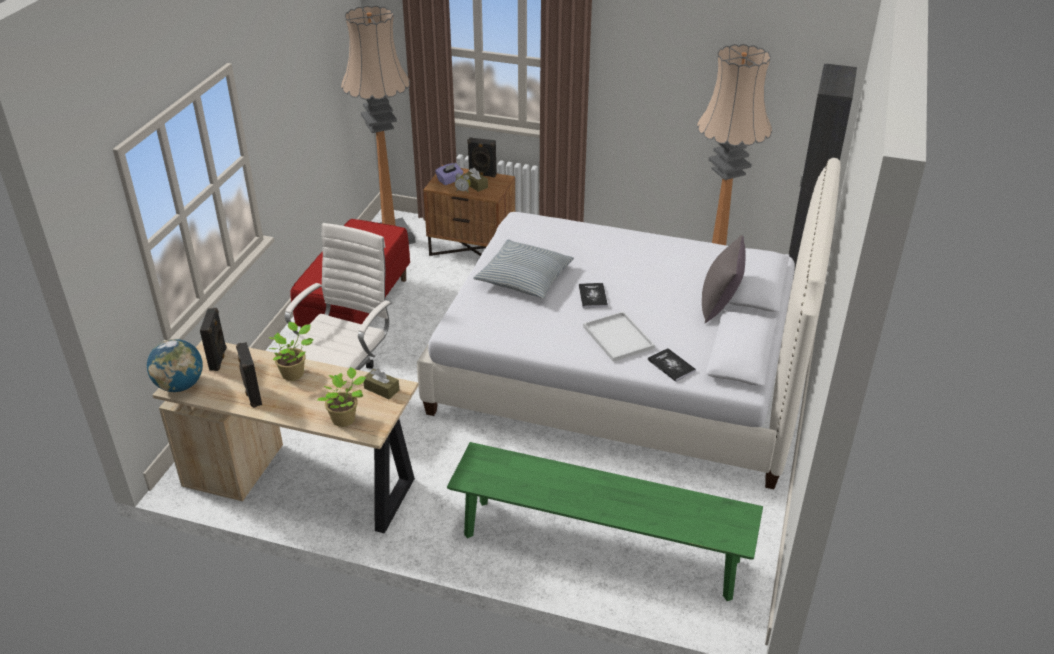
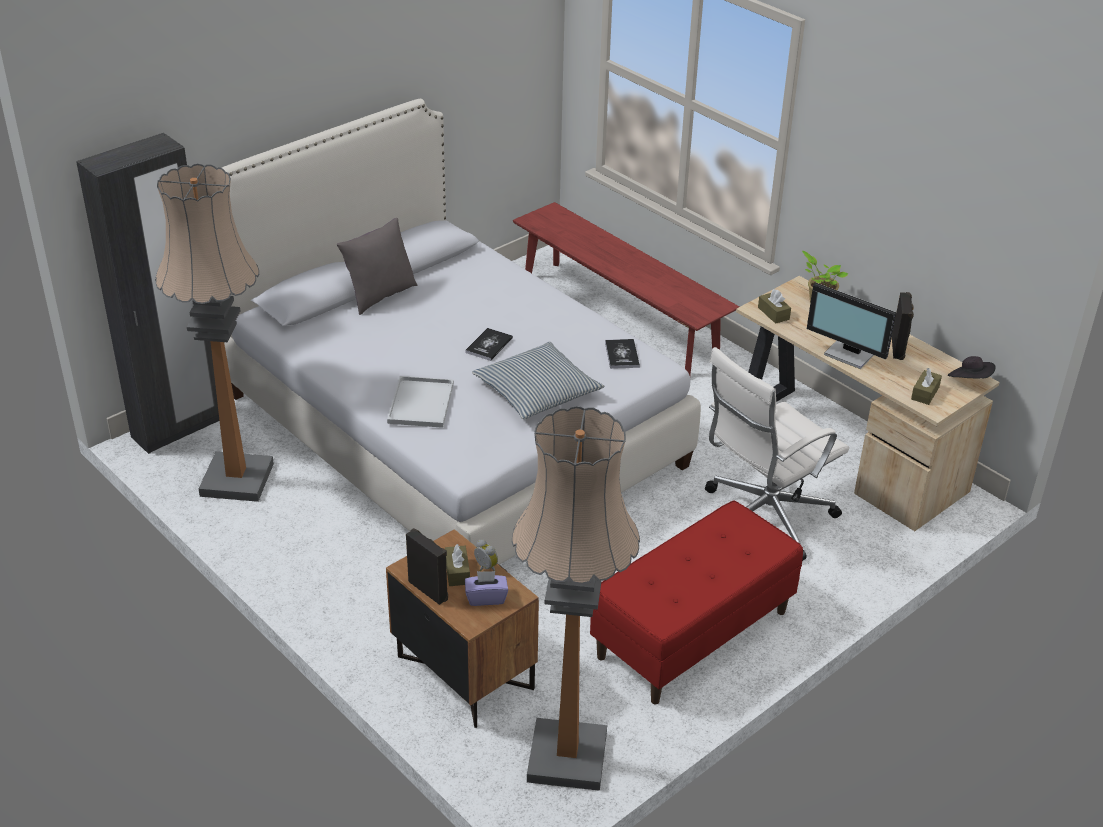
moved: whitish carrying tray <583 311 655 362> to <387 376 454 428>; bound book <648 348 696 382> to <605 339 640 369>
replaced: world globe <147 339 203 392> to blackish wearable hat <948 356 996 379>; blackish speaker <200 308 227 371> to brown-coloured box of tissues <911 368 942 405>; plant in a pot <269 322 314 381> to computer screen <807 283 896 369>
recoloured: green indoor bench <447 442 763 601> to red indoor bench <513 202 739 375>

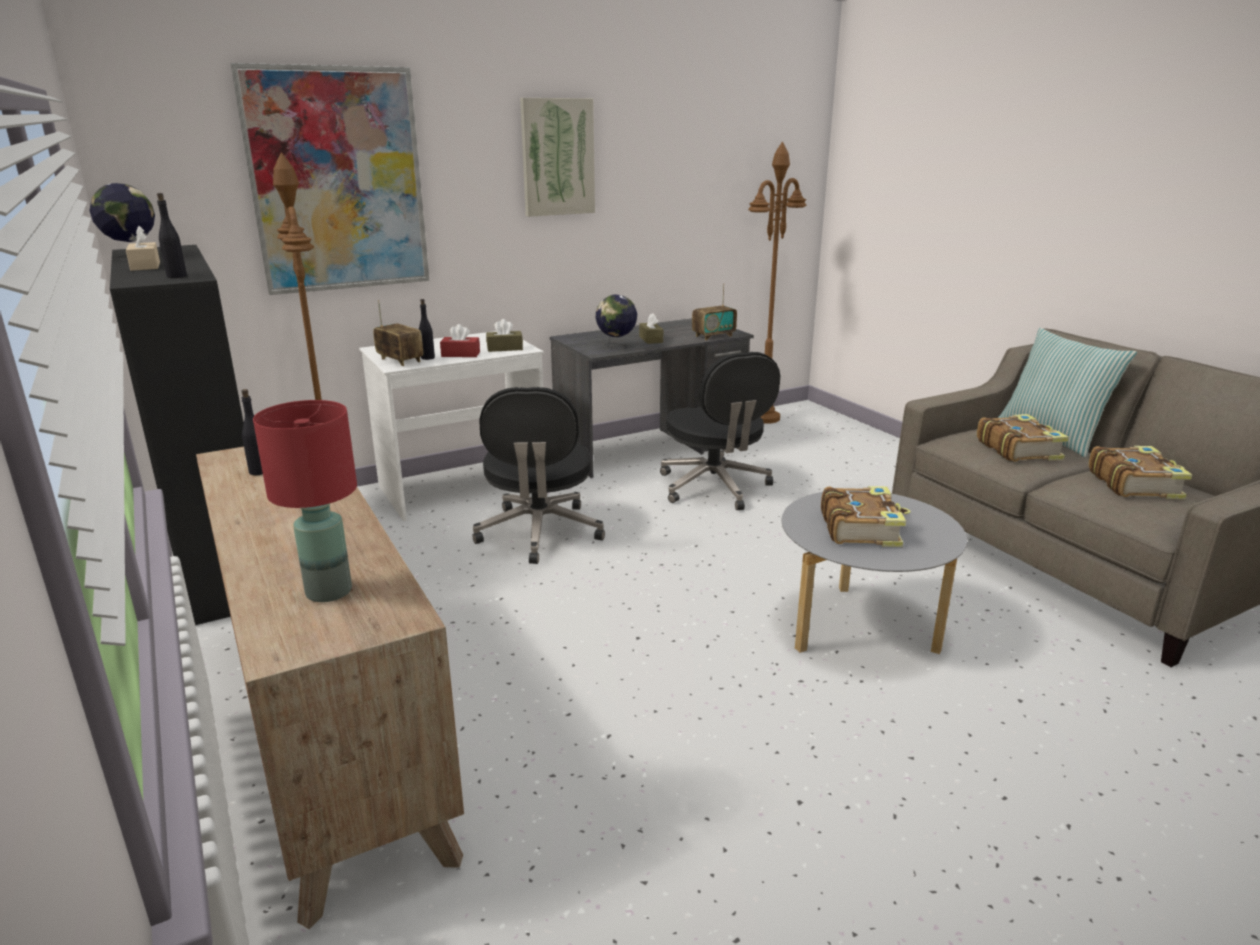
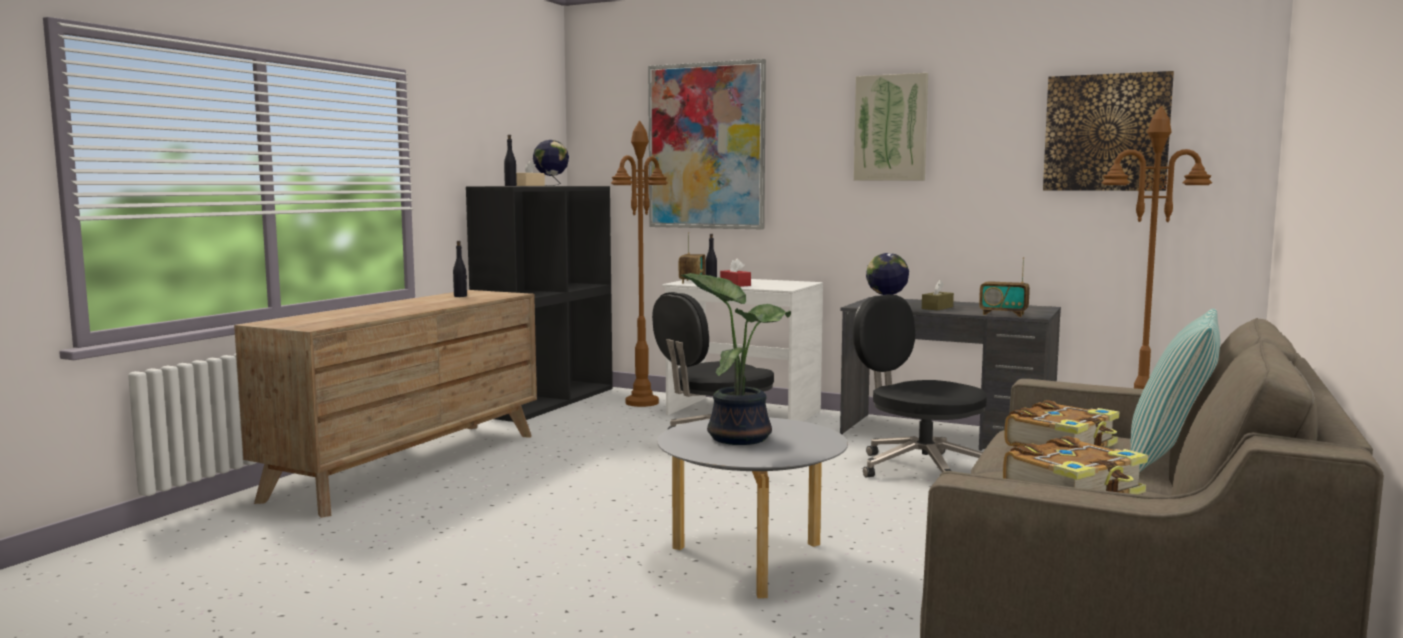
removed: red lamp for a table <253 400 357 602>; brown-coloured box of tissues <486 319 523 352>
added: picture <1043 71 1174 191>
replaced: bound book <821 486 911 547> to plant in a pot <681 273 791 445>
turned: blackish computer chair <660 352 780 510> = <853 294 987 478> 105 degrees clockwise

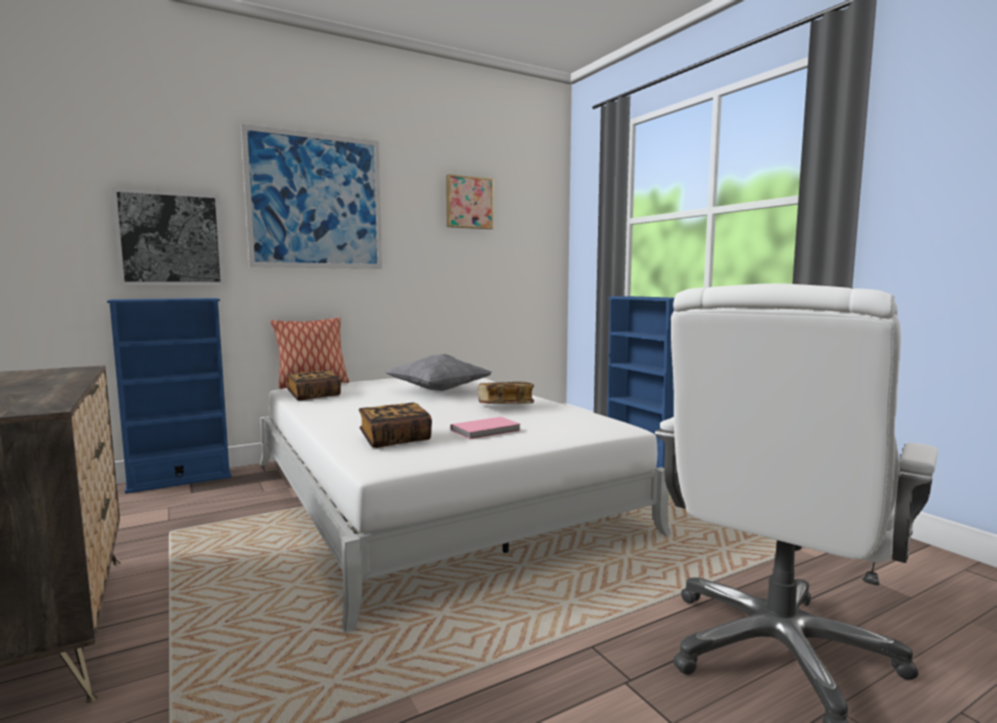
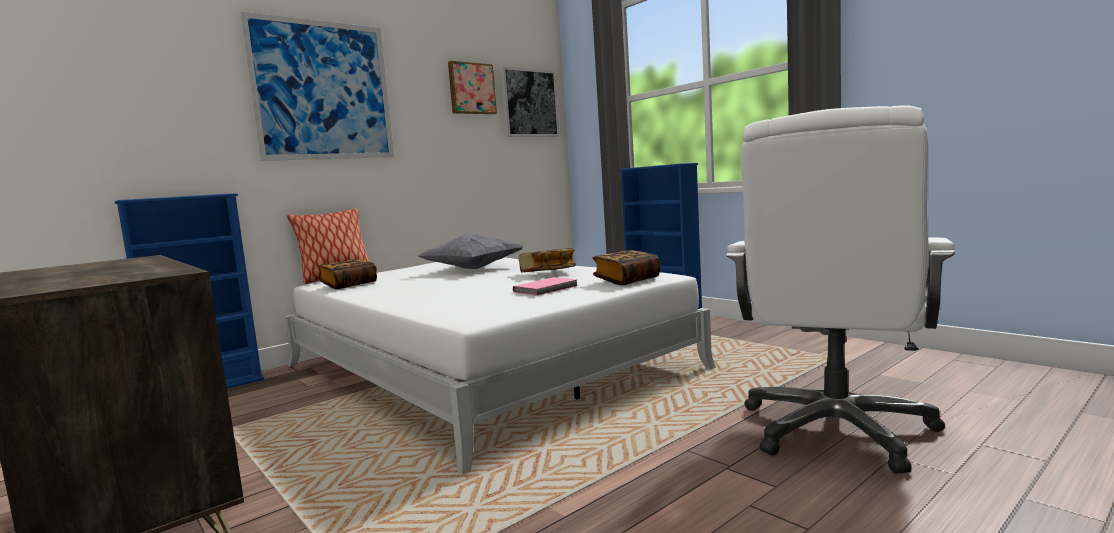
moved: picture <112 188 225 285> to <500 67 560 137>; bound book <359 403 432 448> to <593 250 660 285>

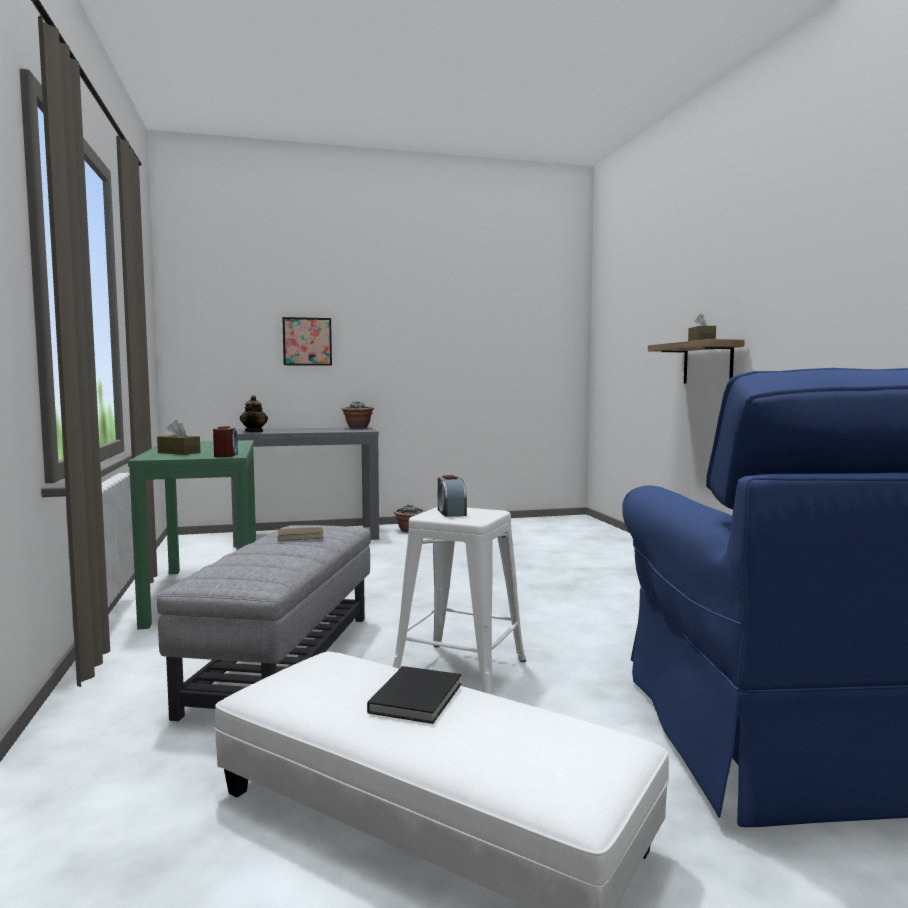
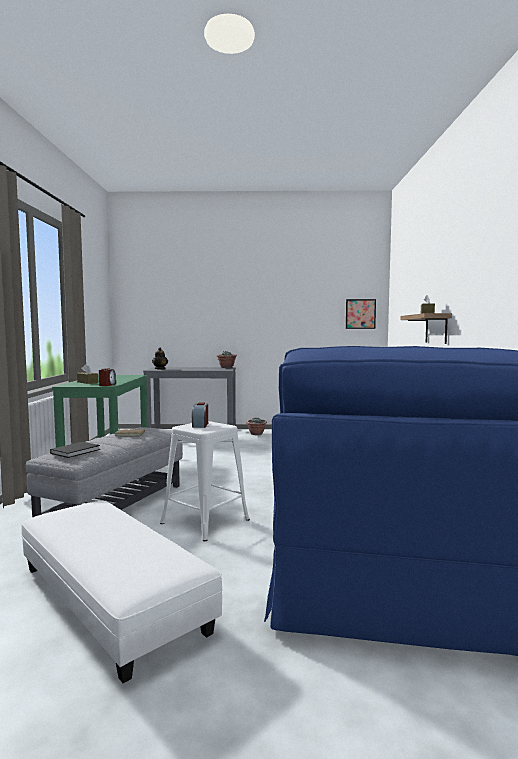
moved: picture <282 317 332 366> to <346 299 376 329>; blackish bound book <367 666 461 724> to <50 442 100 458>

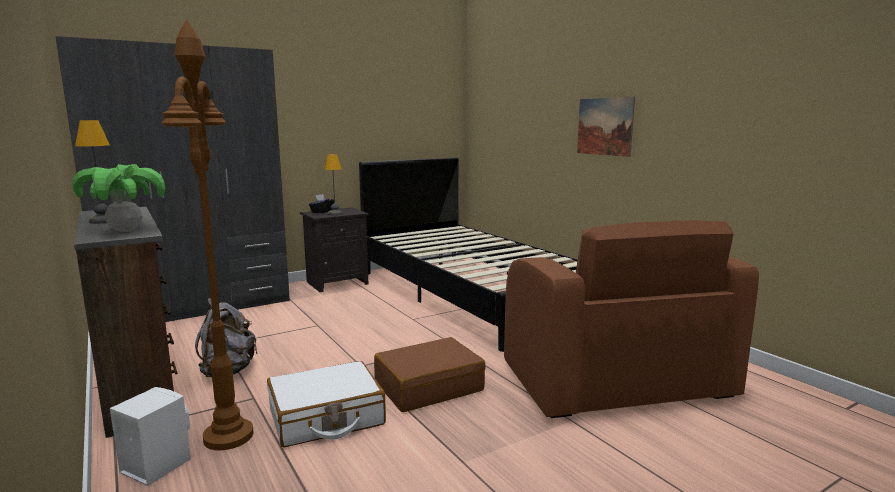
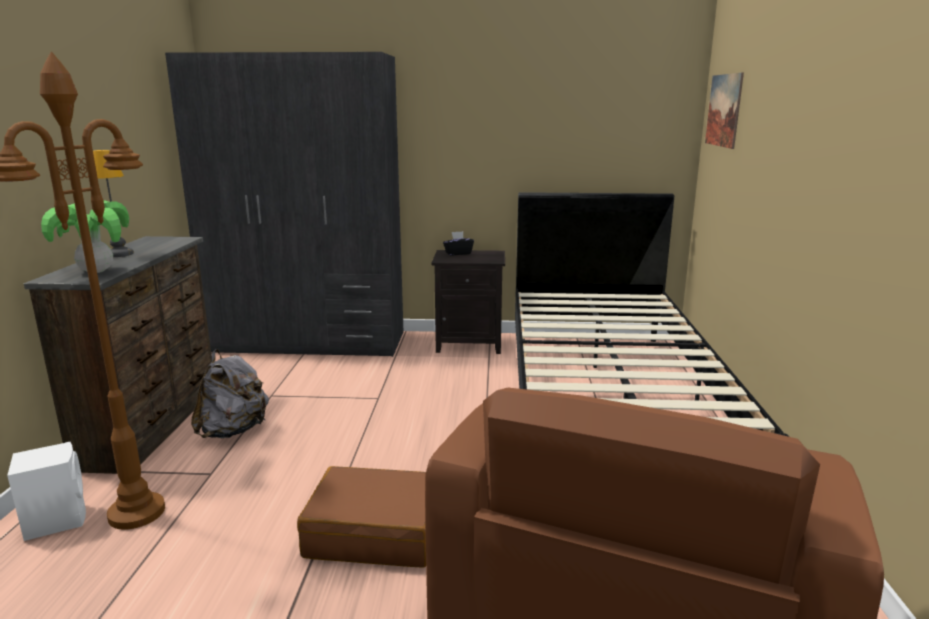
removed: whitish travel case <267 361 386 447>; lamp for a table <324 154 342 215>
moved: picture <577 97 635 157> to <705 72 744 149>

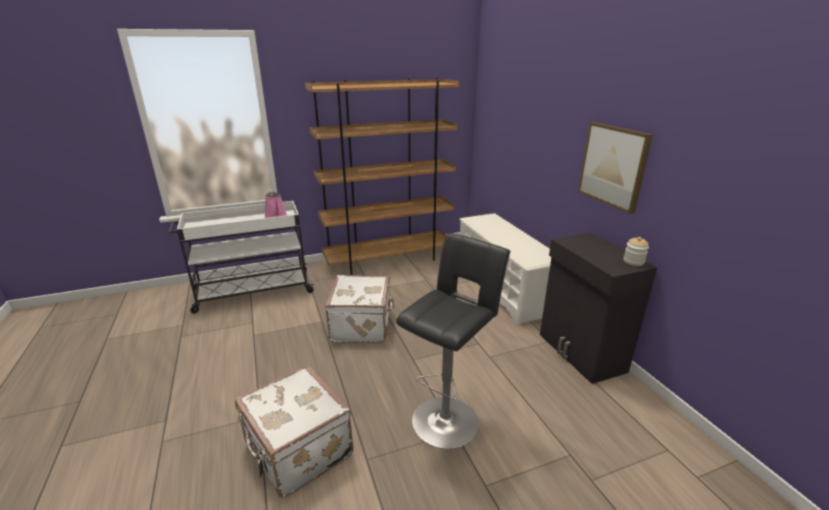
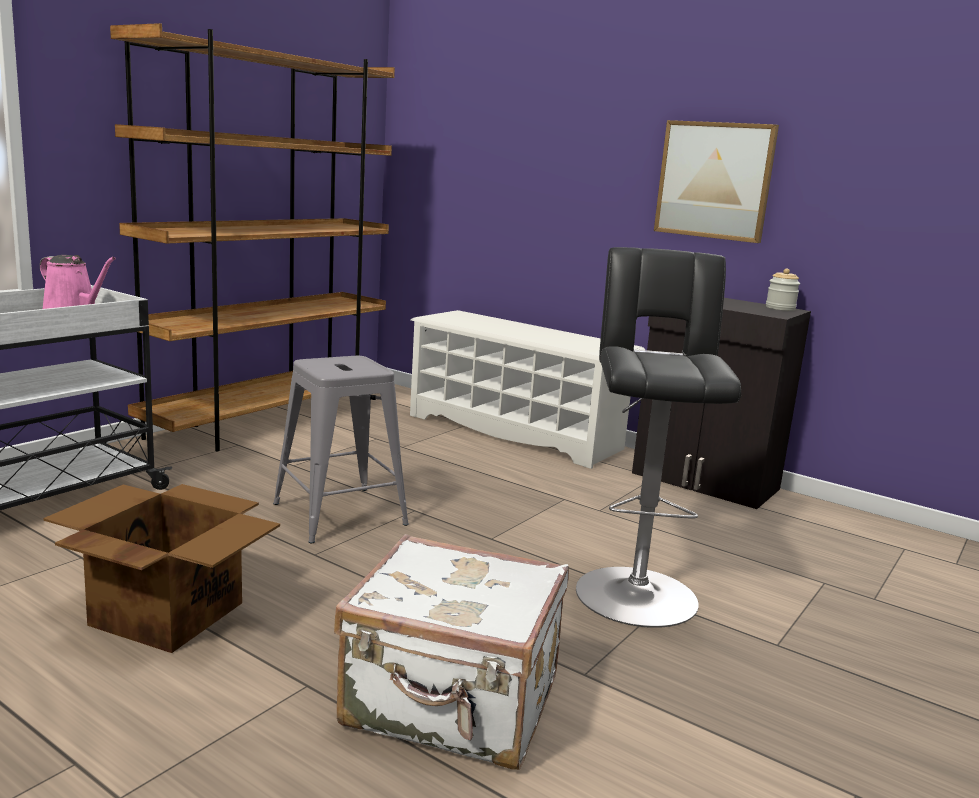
added: packing box <43 484 280 653>
replaced: whitish travel case <325 275 394 343> to greyish stool seat <273 356 409 544>

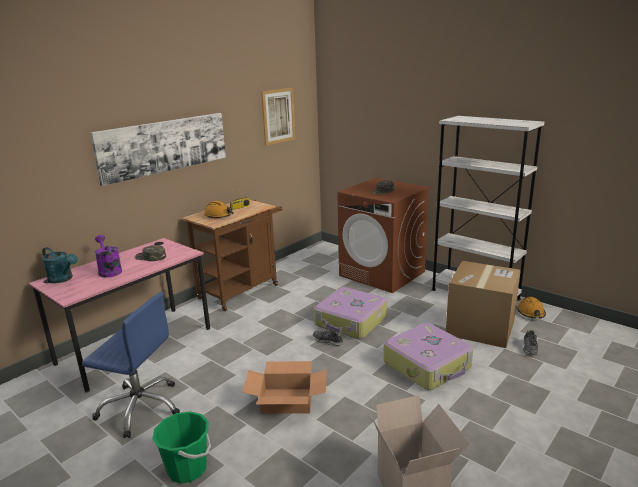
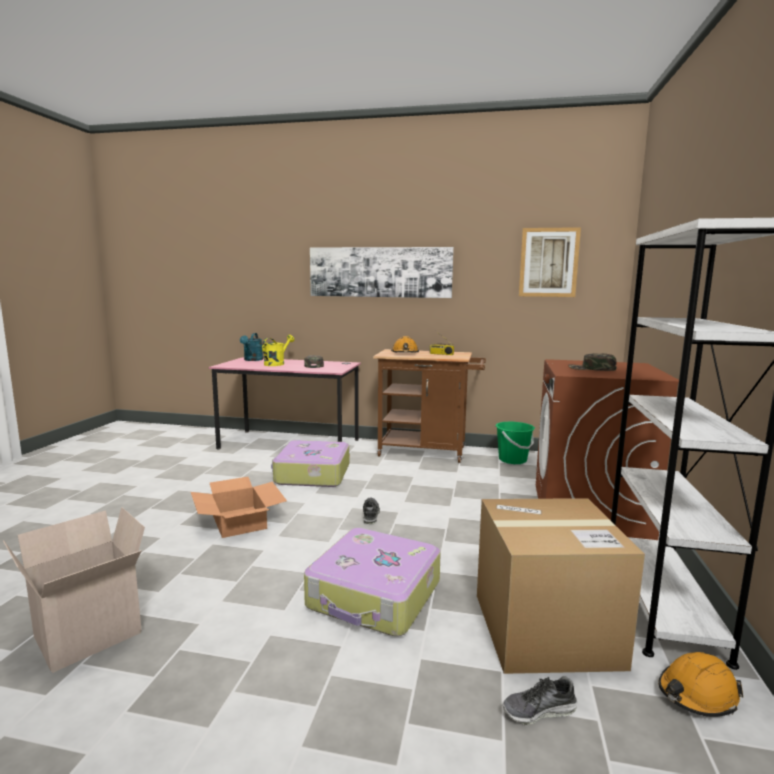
removed: bluish computer chair <82 292 180 438>
moved: green pail <152 411 211 484> to <495 421 535 464>; travel case <314 287 387 339> to <271 440 349 487>
recoloured: purple watering can <95 235 122 278> to yellowish watering can <262 335 294 366>

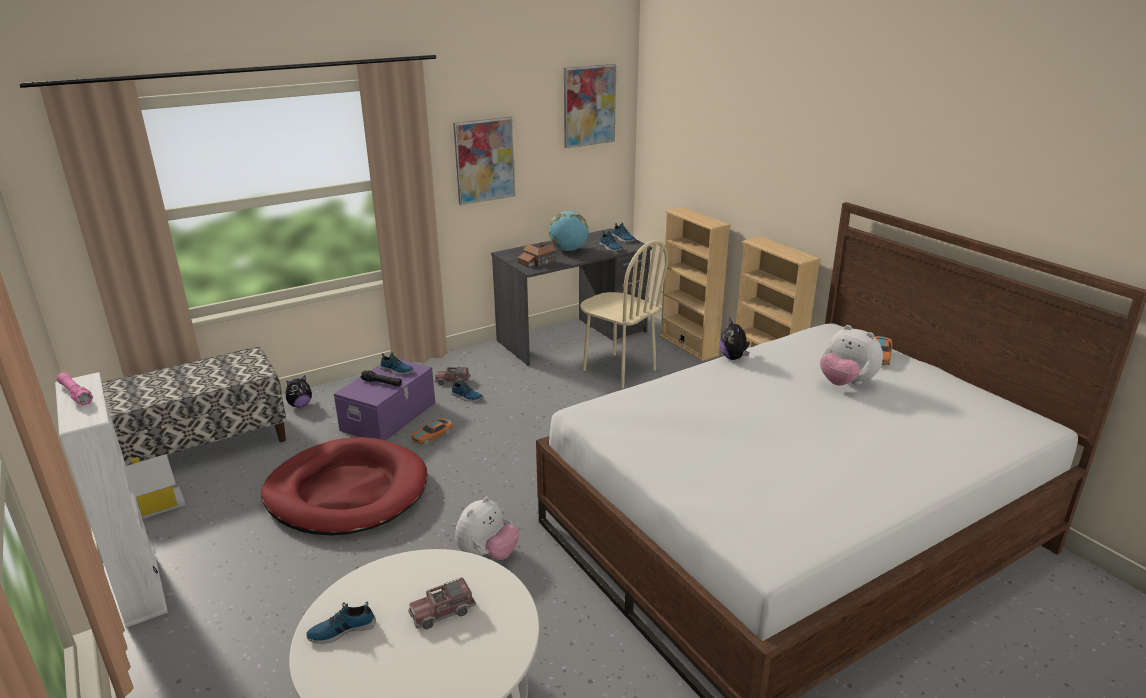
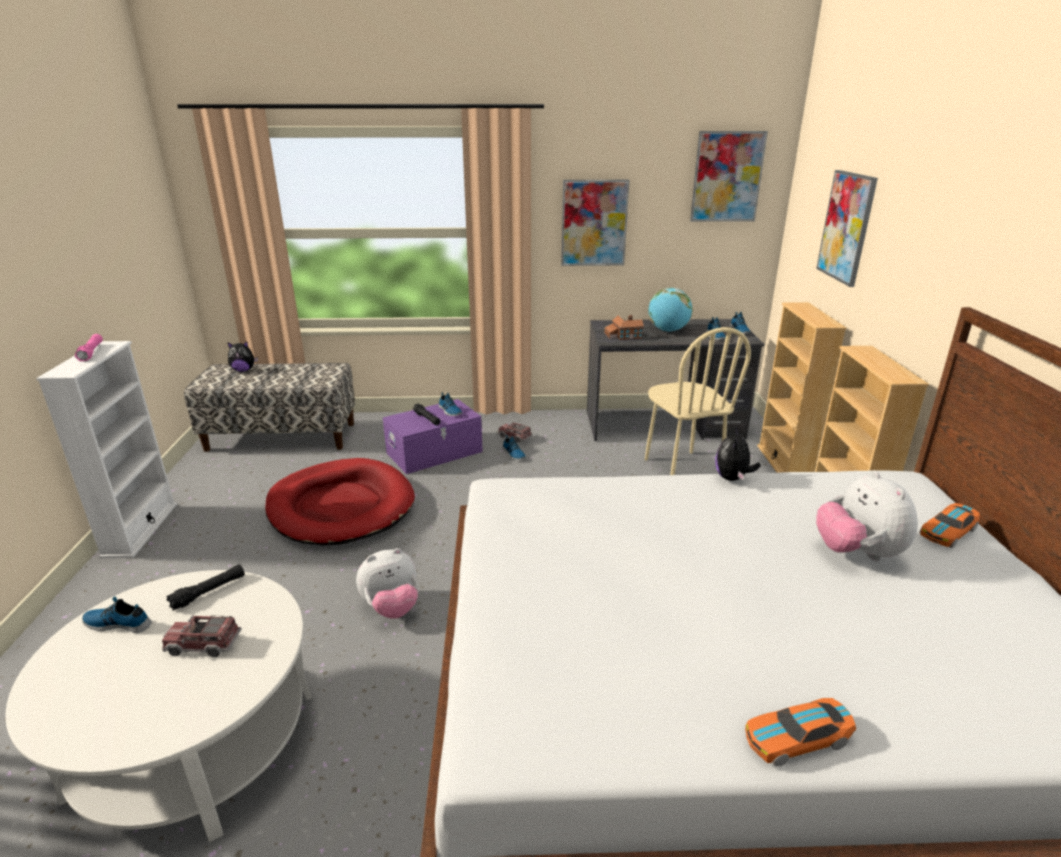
removed: model house <126 454 186 519>
added: blackish flashlight <166 564 245 611>; picture <816 170 878 287>
moved: plush toy <286 376 312 407> to <228 342 258 372>; miniature car <412 418 453 445> to <745 698 856 767>

